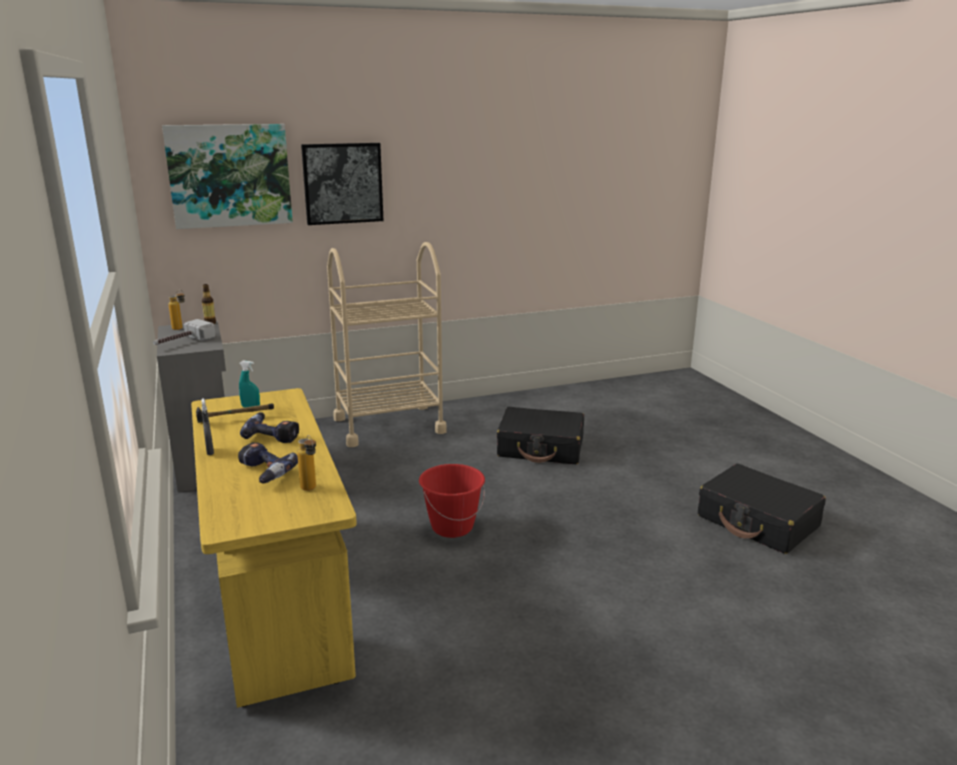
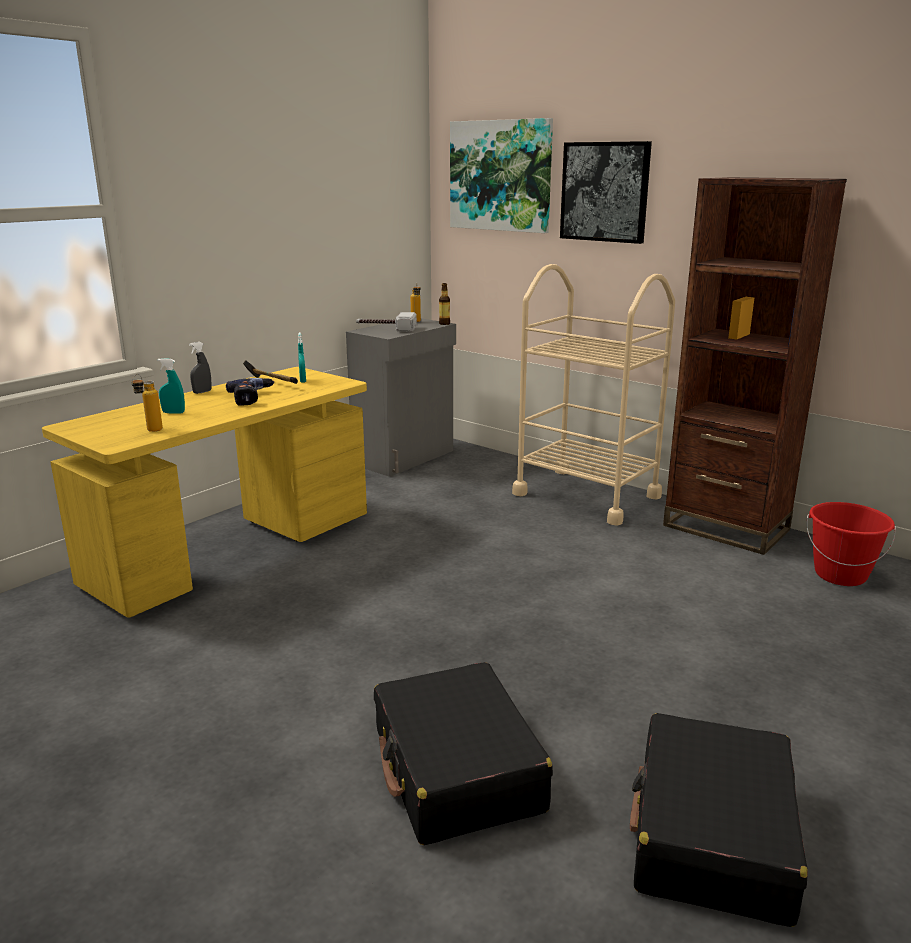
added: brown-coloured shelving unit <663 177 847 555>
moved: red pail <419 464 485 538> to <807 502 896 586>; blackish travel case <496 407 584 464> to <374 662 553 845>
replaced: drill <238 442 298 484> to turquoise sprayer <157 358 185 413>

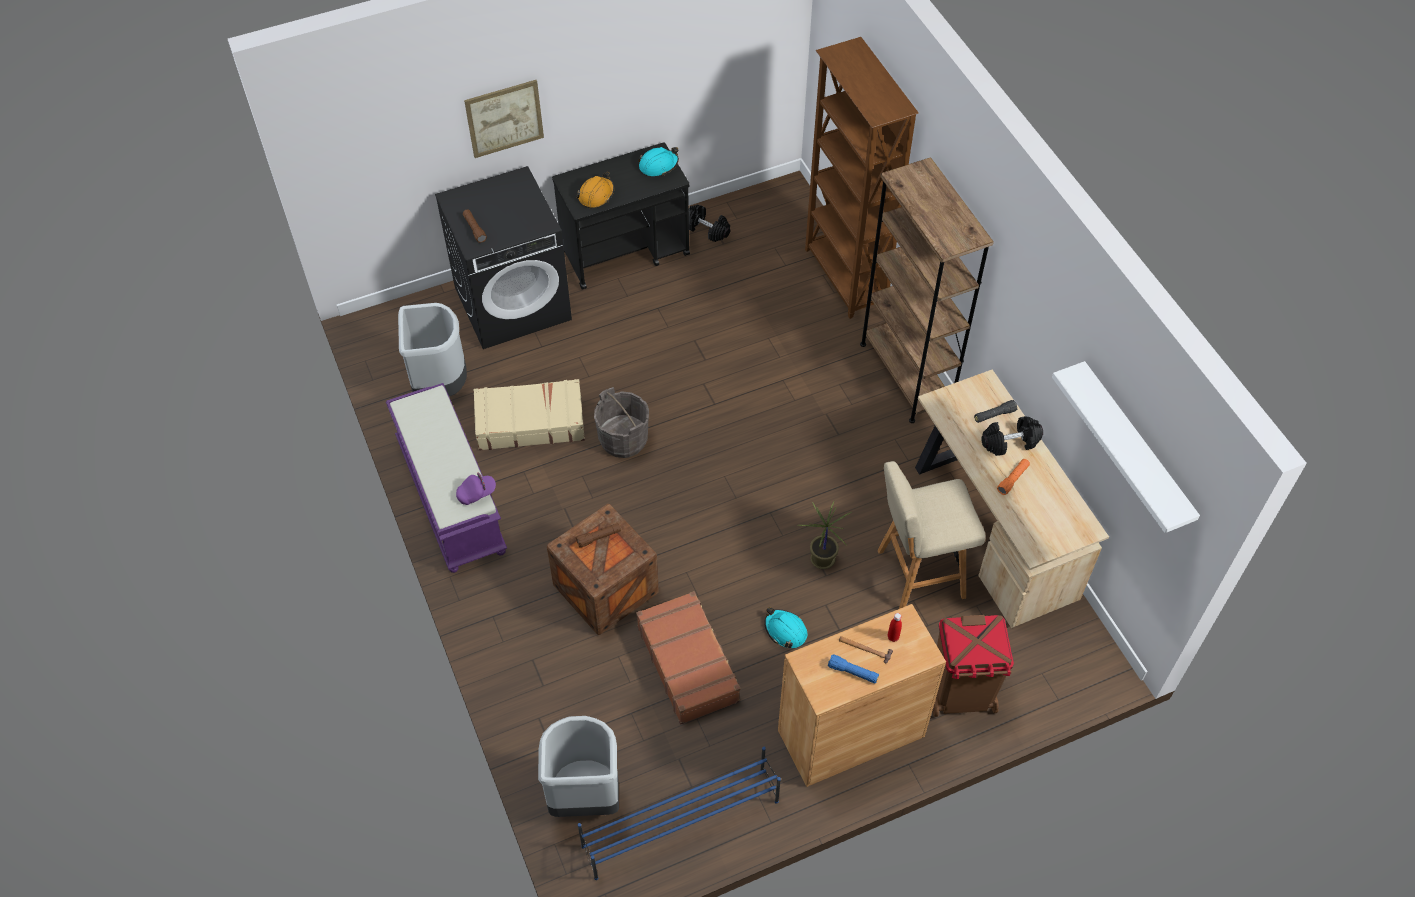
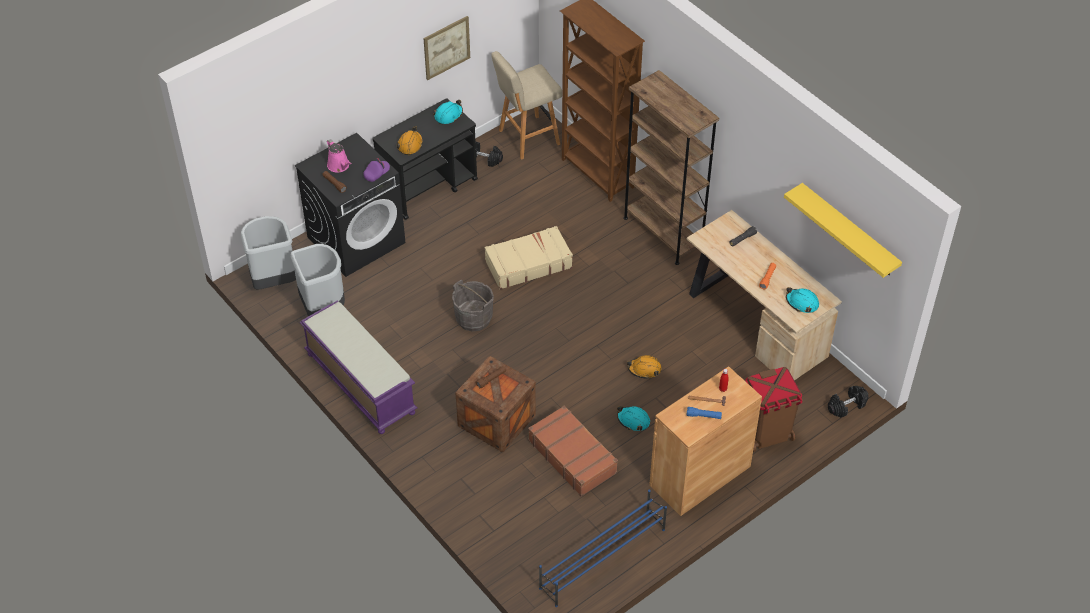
added: pinkish watering can <327 139 352 173>; turquoise work helmet <786 287 819 313>
moved: purple cap <456 472 496 505> to <363 158 390 182>; picture <464 80 544 158> to <423 16 470 80>; sand-coloured travel case <474 379 585 451> to <485 226 573 290>; greyish waste bin <538 716 619 817> to <241 216 296 290>; sand-coloured stool seat <878 461 986 609> to <491 51 562 160>; blackish free weight <981 416 1043 456> to <828 386 869 418>
replaced: plant in a pot <798 501 852 569> to orange work helmet <627 355 661 379>
recoloured: whitish wall shelf <1052 361 1200 533> to yellowish wall shelf <784 183 902 278>

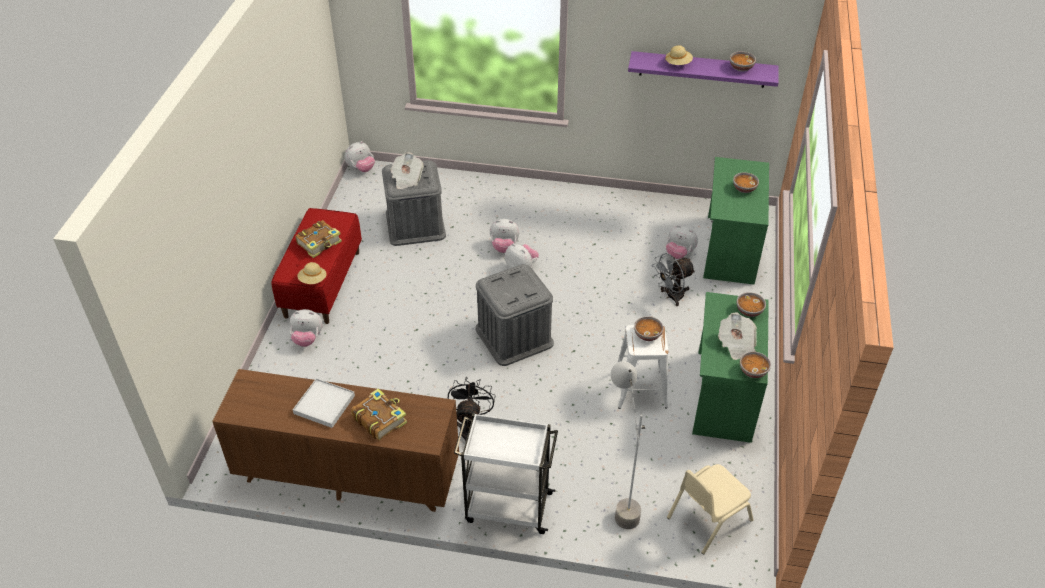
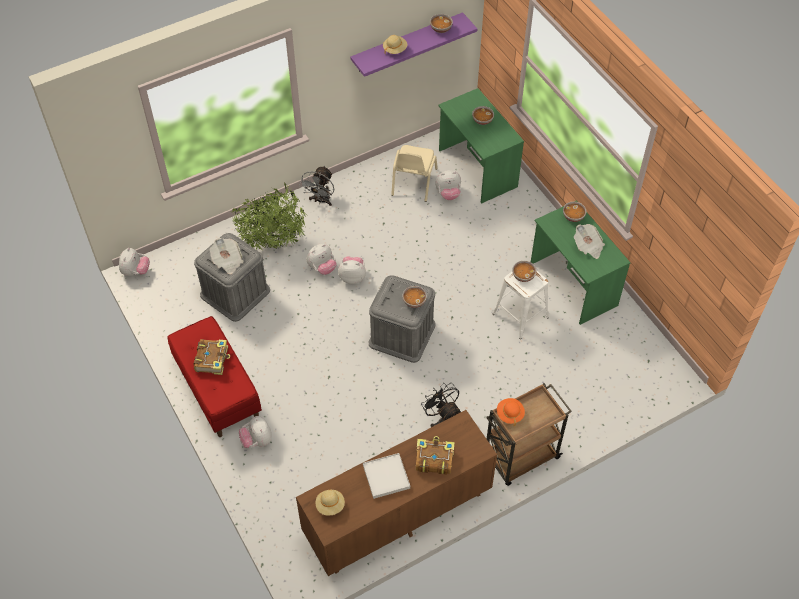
removed: greyish floor lamp <610 361 646 529>
added: plant in a pot <229 183 306 252>; orange wearable hat <497 398 525 426>
moved: sand-coloured wearable hat <297 262 327 284> to <315 490 345 516>; greyish fan <652 253 695 306> to <299 166 334 206>; sand-coloured upright chair <667 464 753 554> to <391 145 438 202>; bowl <740 351 771 378> to <402 286 427 308>
recoloured: whitish wheeled cart <454 413 558 534> to brown-coloured wheeled cart <486 383 572 486>
turned: plush toy <289 309 323 347> = <239 416 272 448> 105 degrees clockwise

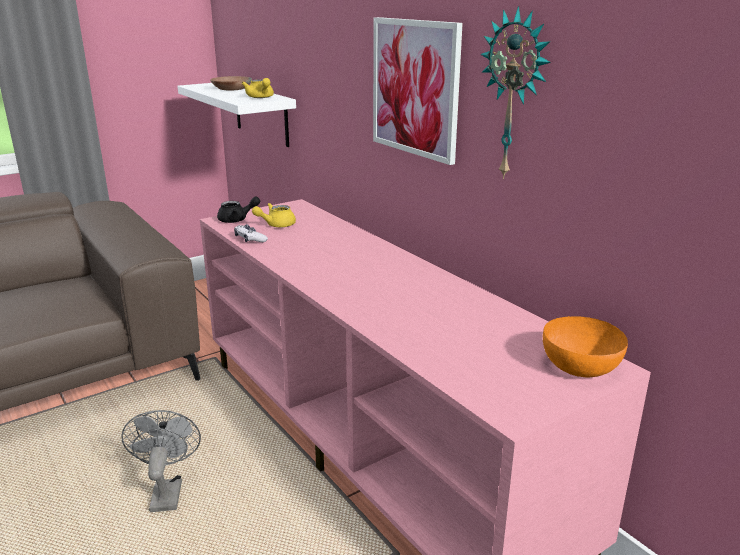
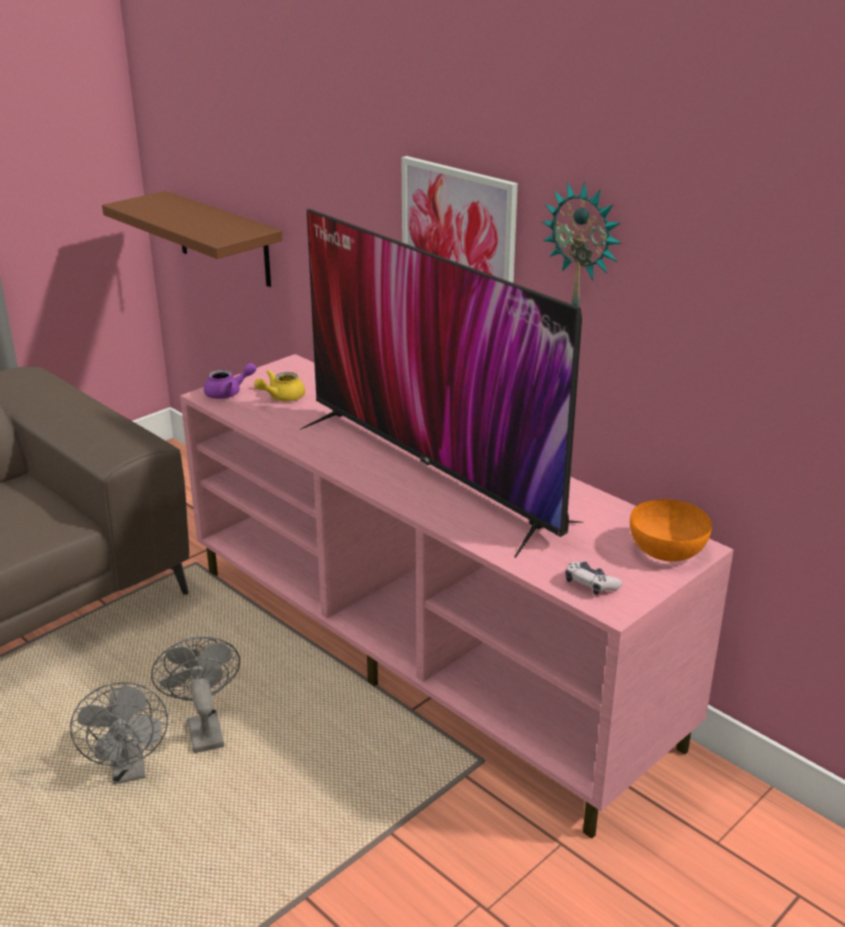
removed: brown-coloured bowl <210 76 252 90>; yellowish tea pot <242 78 274 98>
added: greyish fan <70 682 168 785>; television <300 209 584 558>
moved: game controller <234 224 268 242> to <565 562 622 595>
recoloured: whitish wall shelf <177 83 296 147> to brown-coloured wall shelf <102 191 282 287>; blackish tea pot <217 197 260 223> to purple tea pot <204 363 257 399>

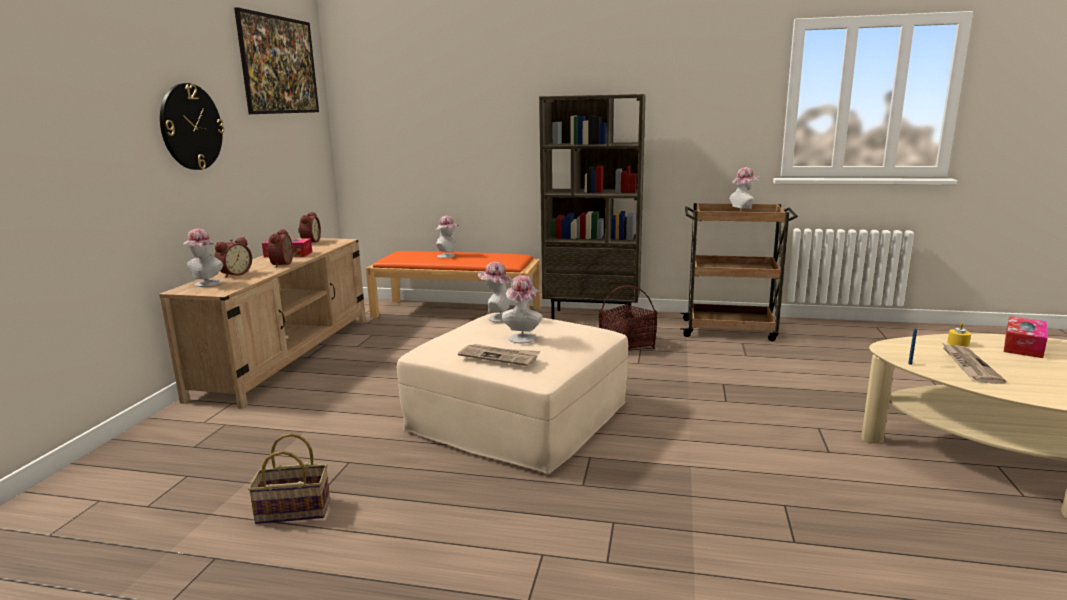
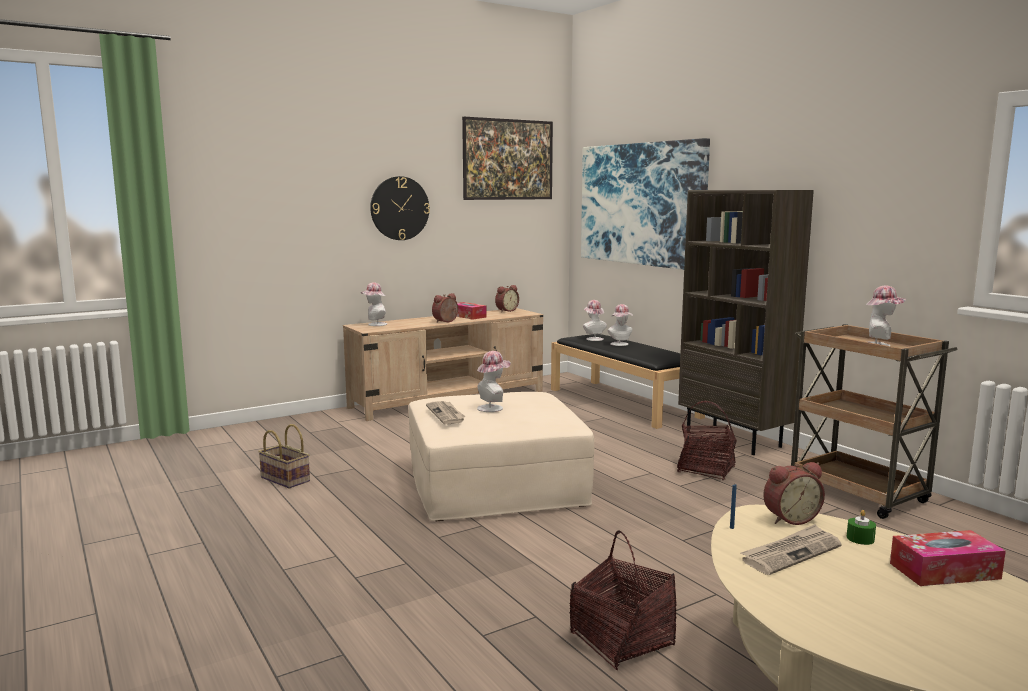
added: basket <569 531 677 670>; picture <581 138 710 270>
moved: table clock <214 237 252 278> to <763 462 825 525>; wearable hat <478 262 512 322> to <583 300 607 341>
recoloured: orange indoor bench <366 251 541 318> to blackish indoor bench <551 334 705 429>; yellowish candle <947 322 971 347> to green candle <847 510 876 545>

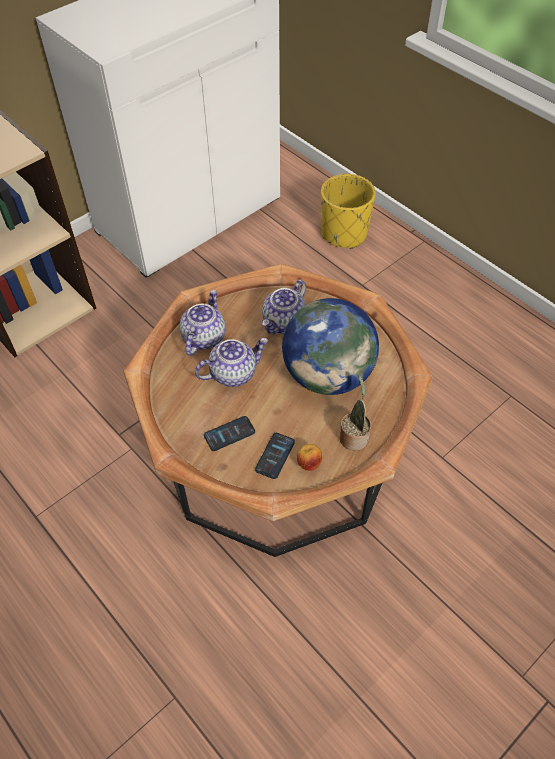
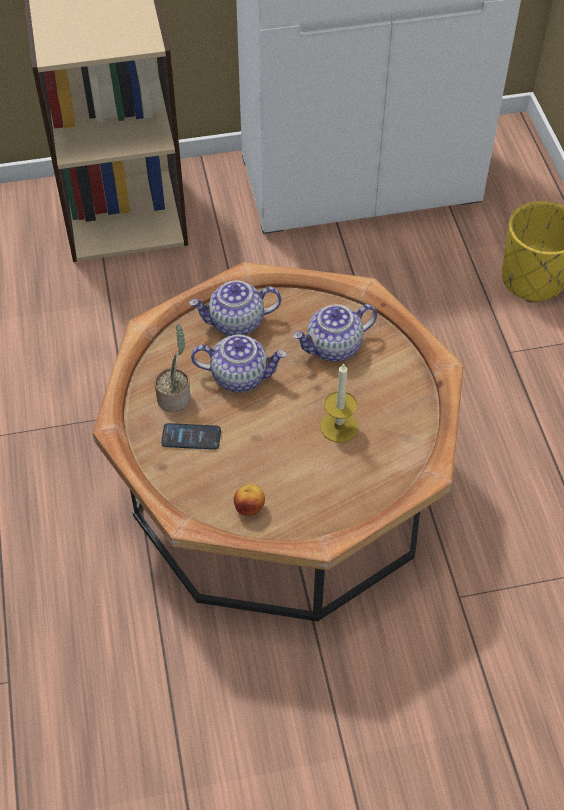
removed: handset <255 433 295 479>
moved: plant in a pot <340 375 371 451> to <154 324 191 412>
replaced: world globe <282 298 379 395> to candle <320 363 358 443>
turned: tea pot <180 290 225 356> = <189 280 281 336> 150 degrees counterclockwise

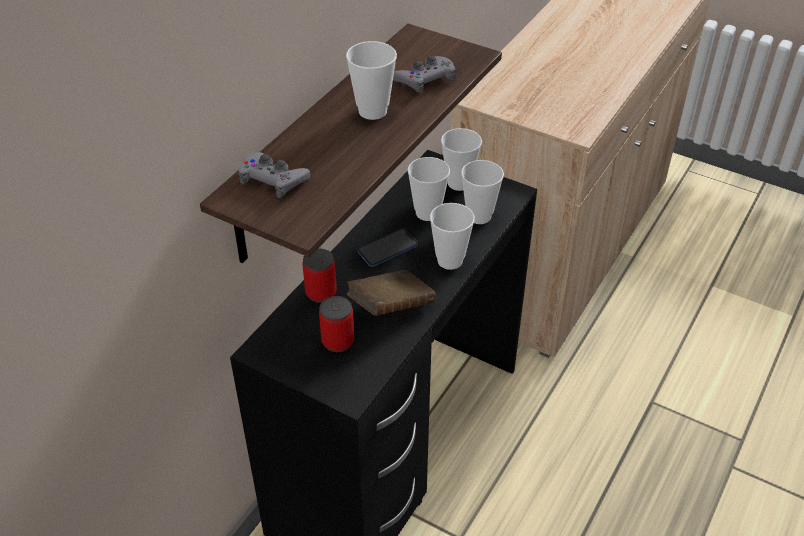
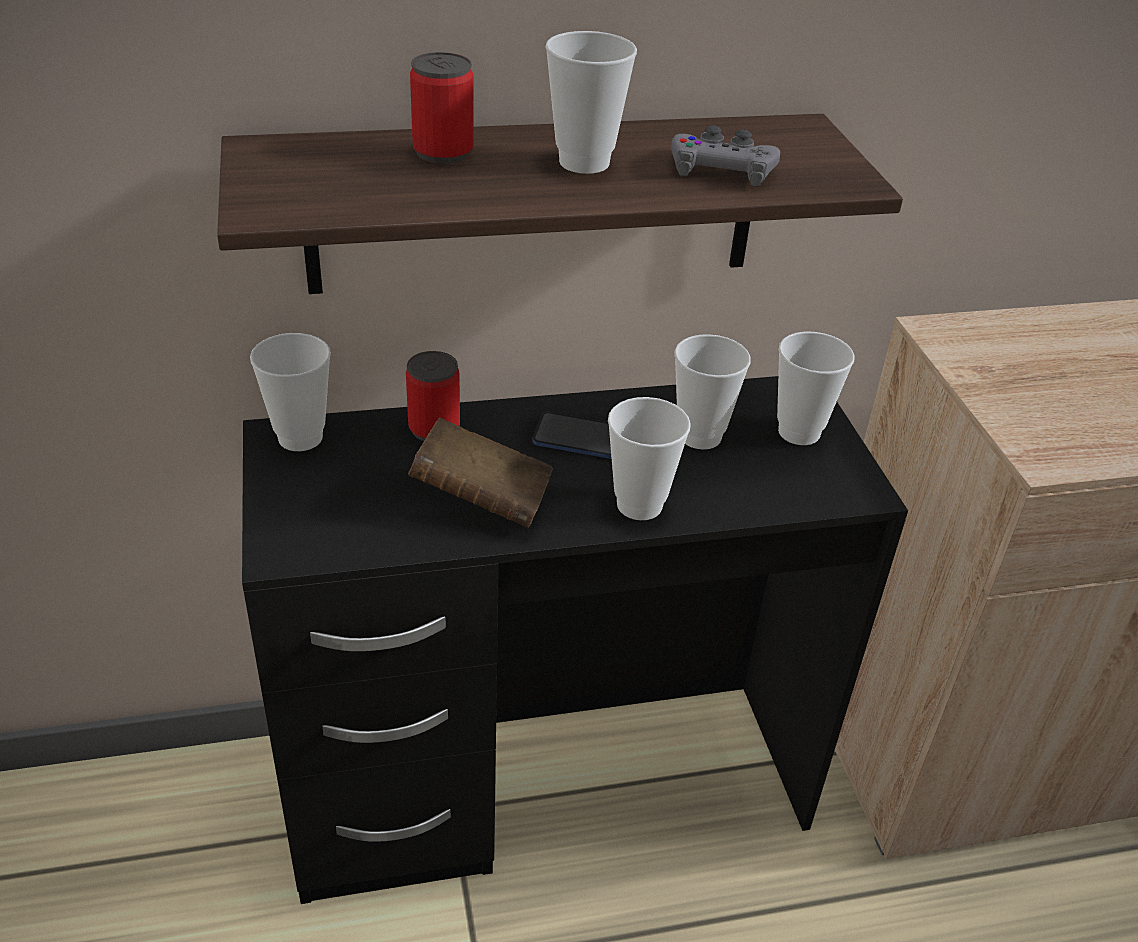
removed: greyish game controller <238 152 310 198>
moved: sealed can <319 296 354 352> to <410 52 474 164>; small cup <461 160 504 224> to <250 333 331 451>

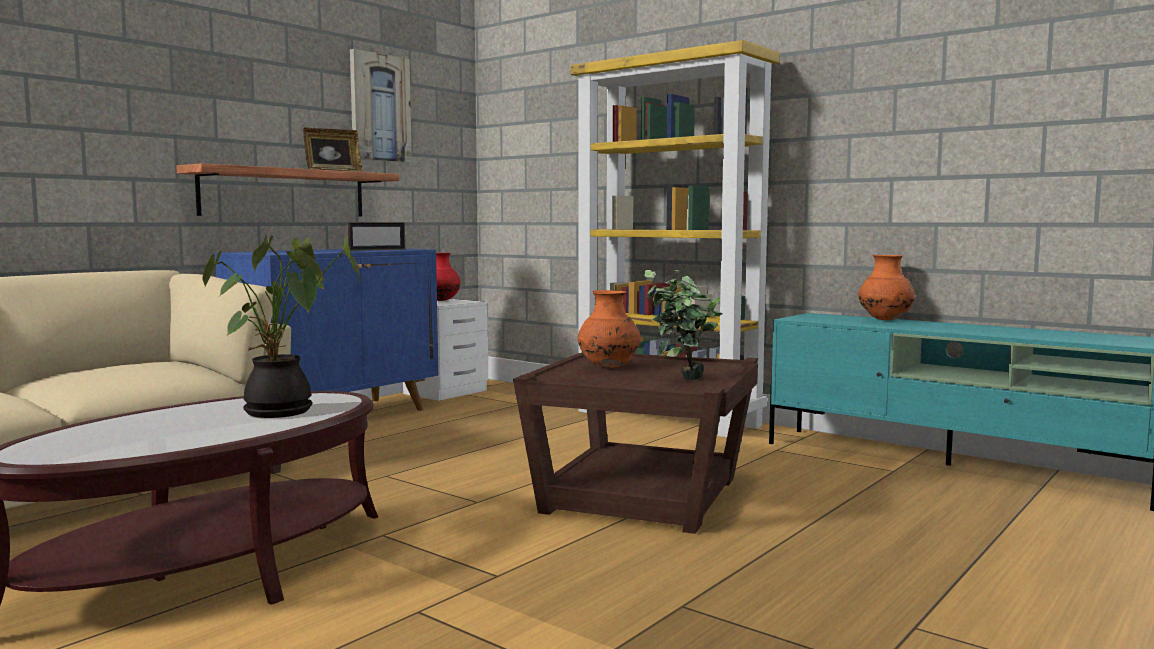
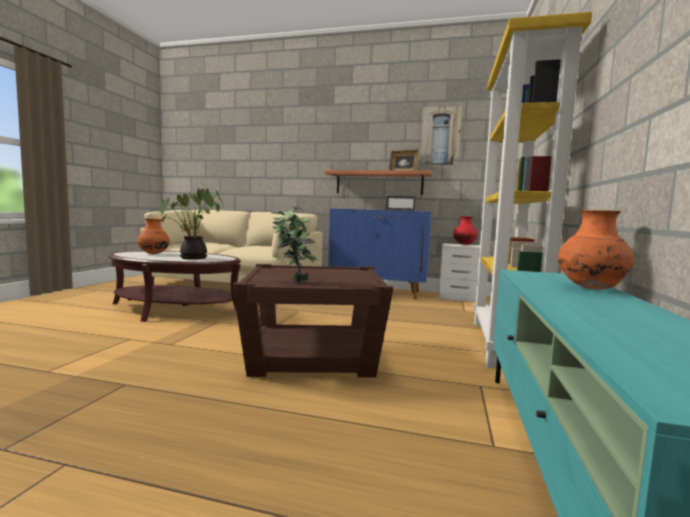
moved: orange flower vase <578 290 640 368> to <137 218 170 254>

